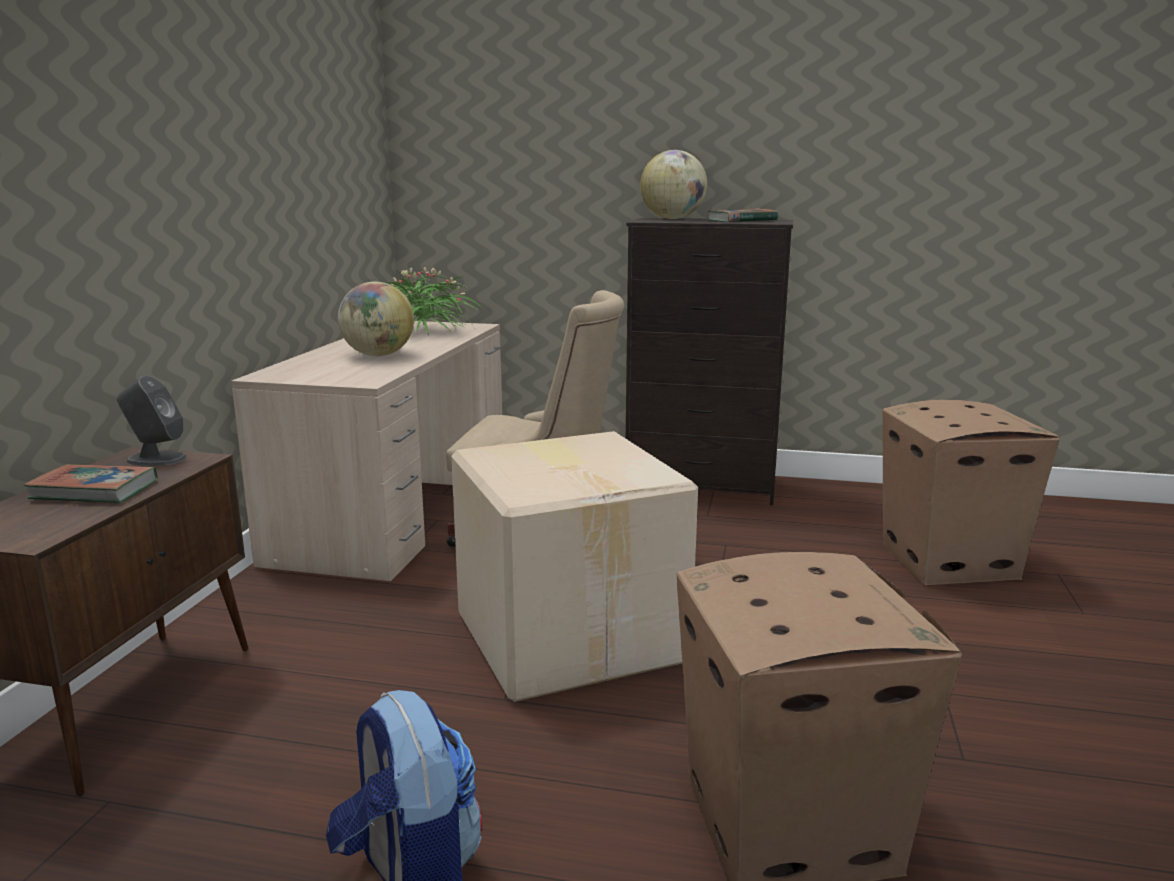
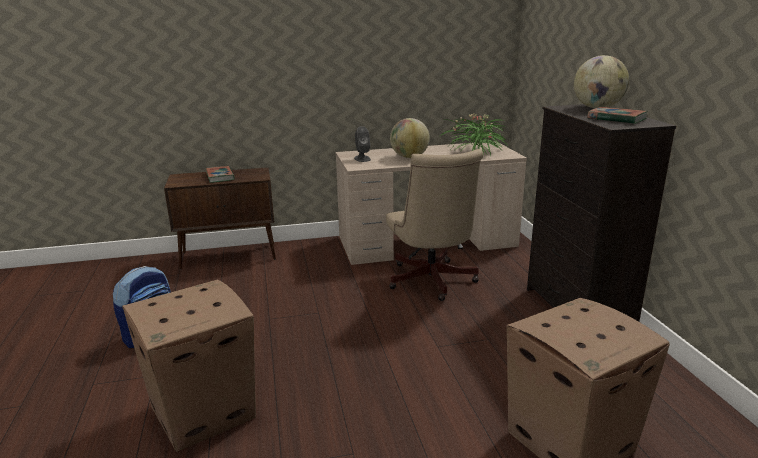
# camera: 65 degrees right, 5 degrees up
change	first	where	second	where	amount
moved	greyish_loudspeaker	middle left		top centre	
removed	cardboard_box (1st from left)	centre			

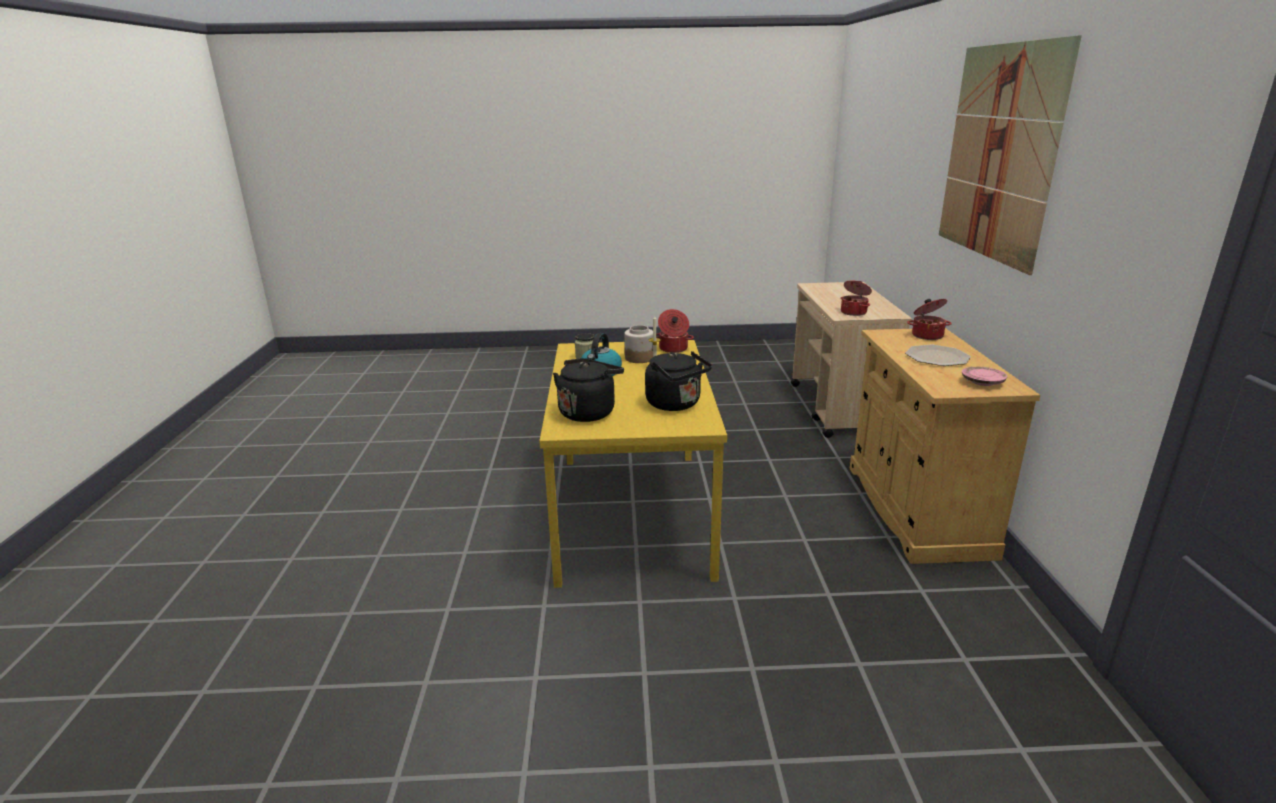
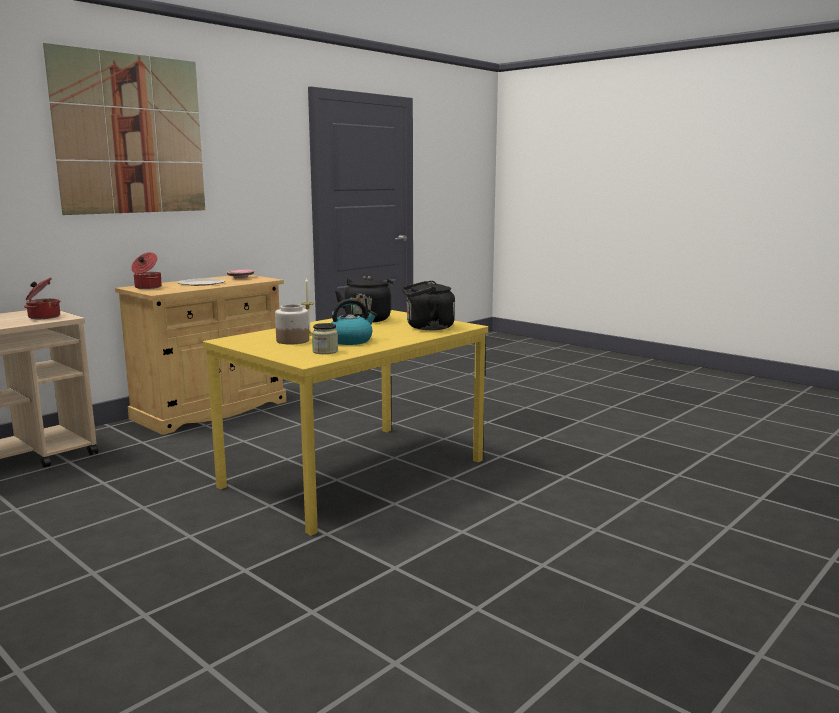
# camera: 135 degrees left, 10 degrees down
change	first	where	second	where	amount
removed	stockpot (1st from left)	centre			

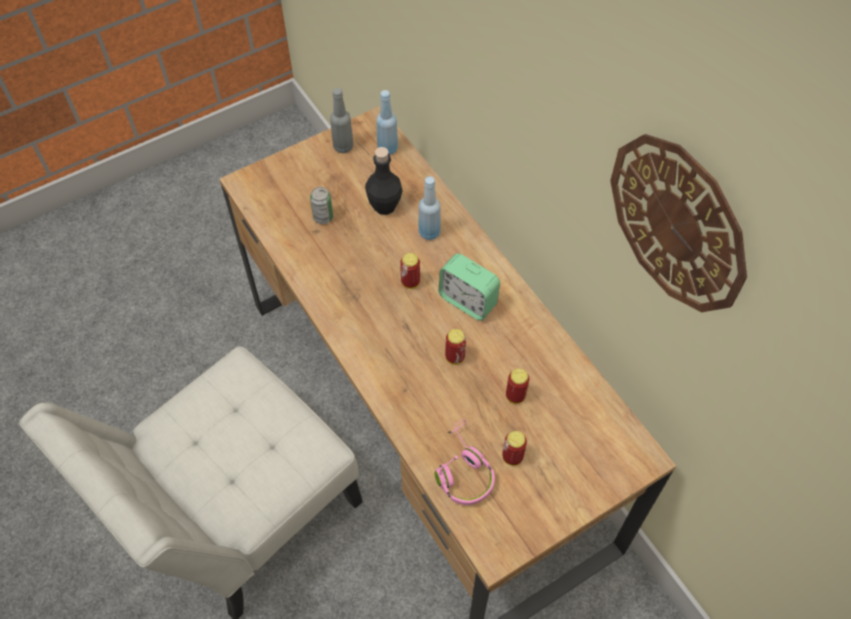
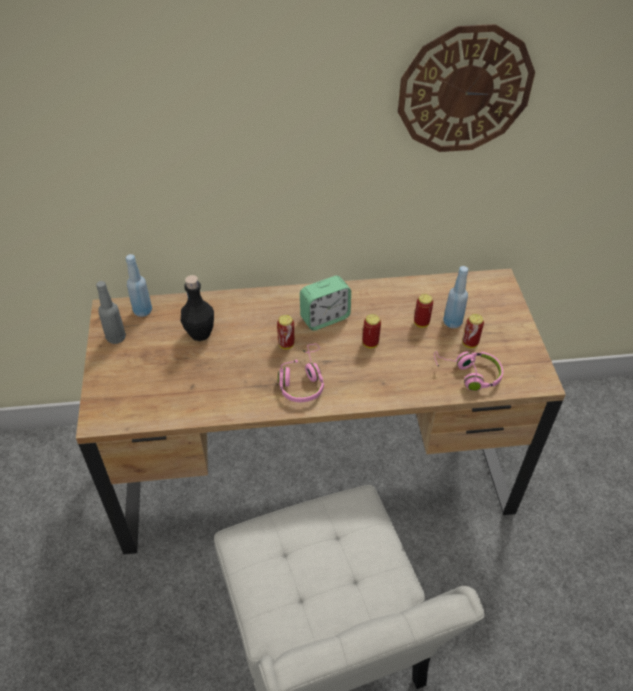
# camera: 65 degrees left, 10 degrees down
change	first	where	second	where	amount
added			pinkish_headset (1st from left)	centre	
moved	blue-coloured_beverage_bottle (2nd from left)	centre		middle right	
removed	can (1st from left)	top centre			

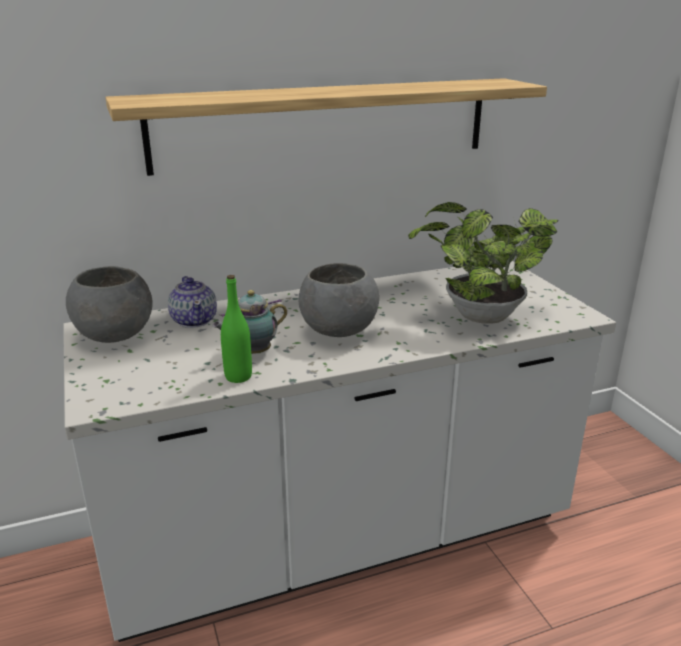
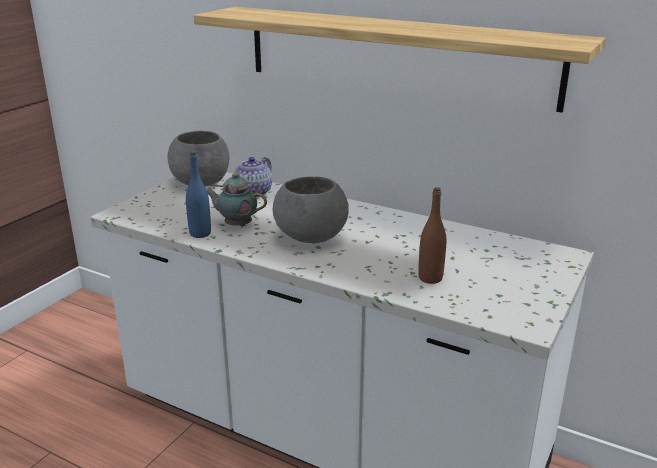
# camera: 50 degrees right, 0 degrees up
change	first	where	second	where	amount
recoloured	green-coloured_beverage_bottle	centre	blue-coloured_beverage_bottle	middle left	
replaced	potted_plant	middle right	brown-coloured_beverage_bottle	centre	

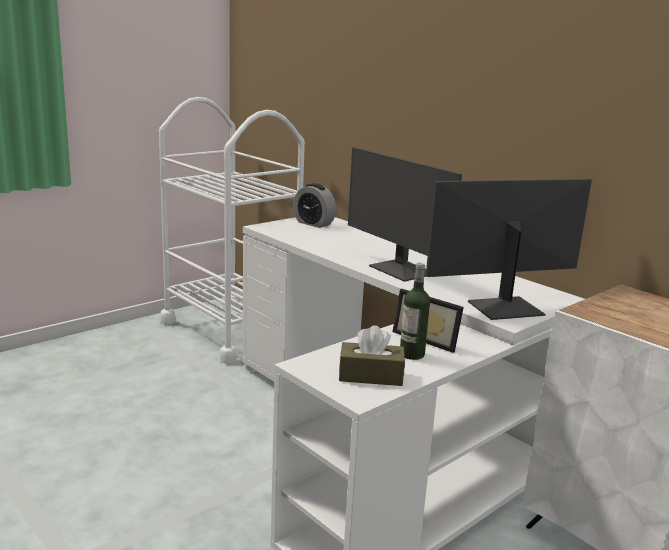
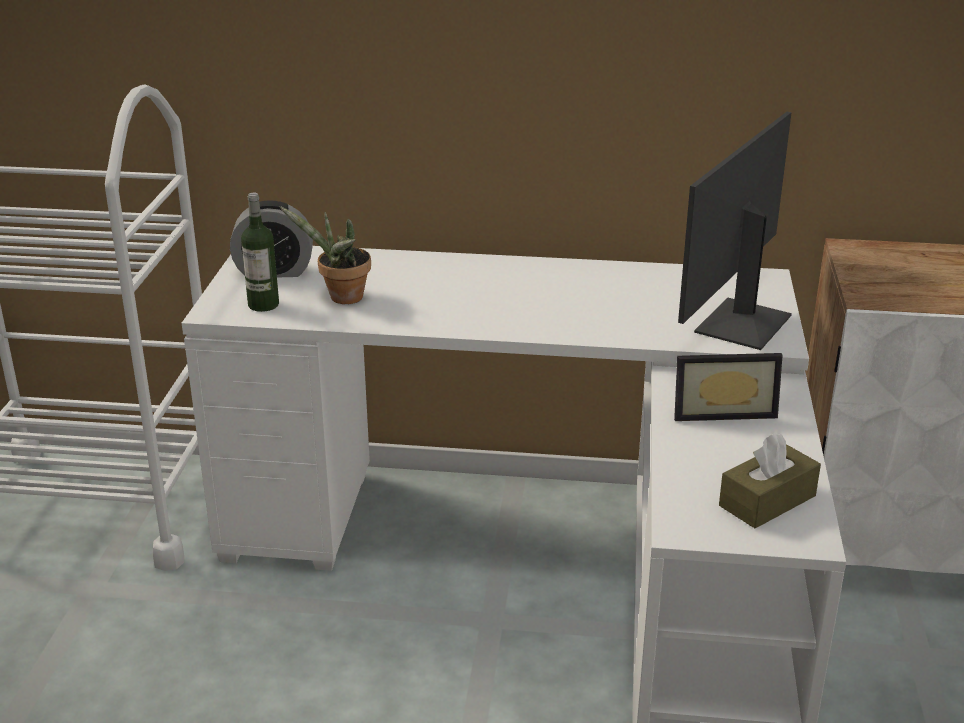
# camera: 40 degrees left, 10 degrees up
change	first	where	second	where	amount
moved	beverage_bottle	centre		middle left	
added			potted_plant	centre	
removed	monitor (1st from left)	centre			

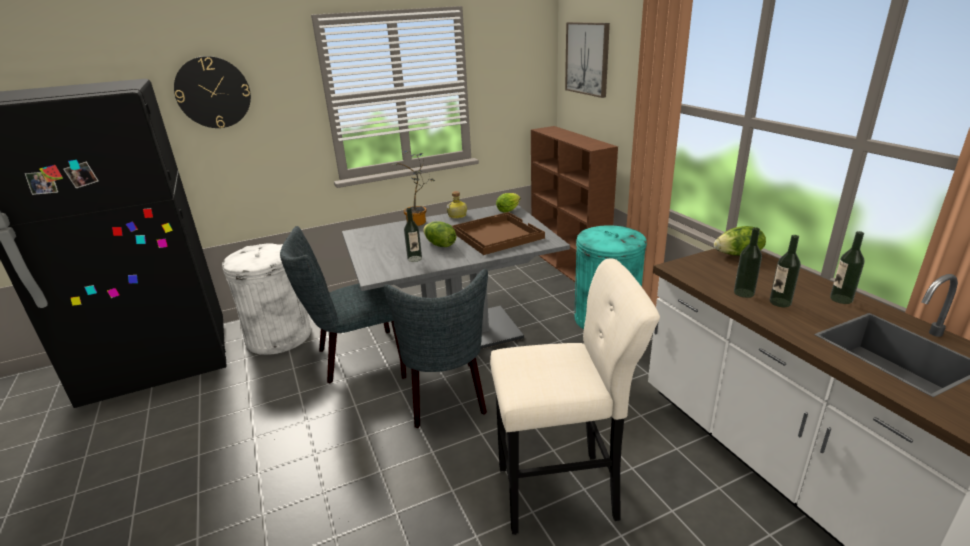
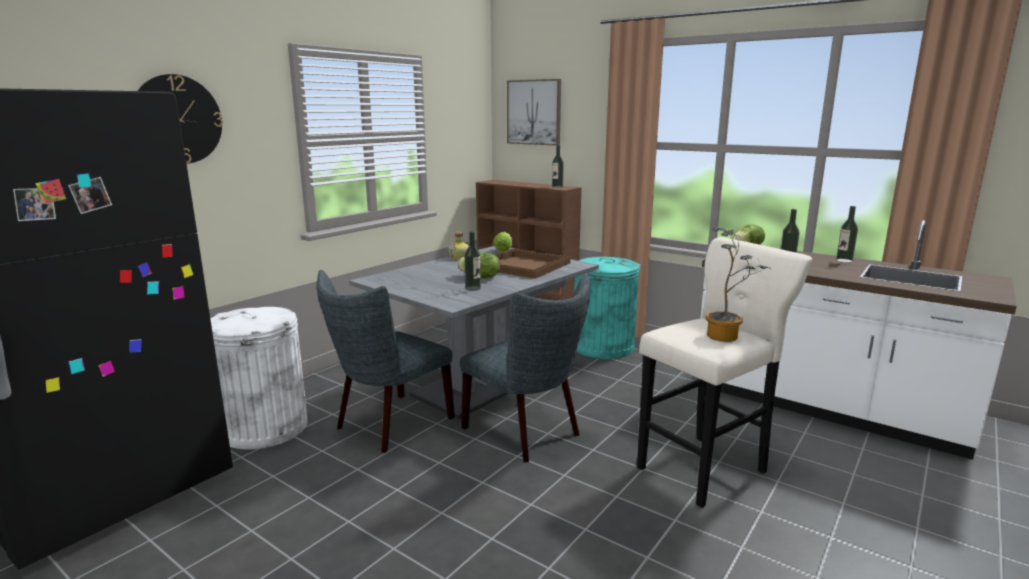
# camera: 30 degrees left, 10 degrees down
change	first	where	second	where	amount
moved	beverage_bottle (4th from left in the first image)	middle right	beverage_bottle (3rd from left)	top centre	
moved	potted_plant	centre		middle right	

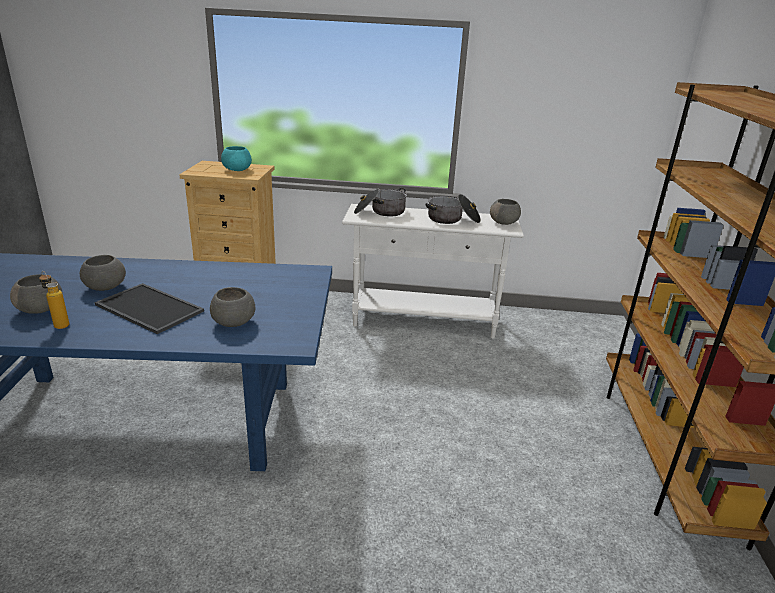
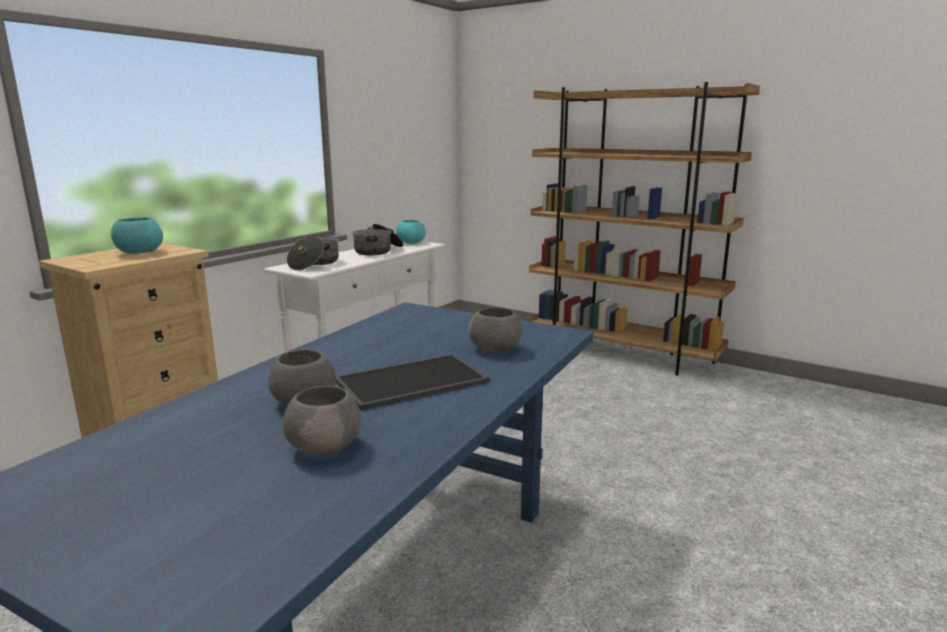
# camera: 60 degrees left, 10 degrees down
change	first	where	second	where	amount
recoloured	greyish_bowl (4th from left)	centre	turquoise_bowl (2nd from left)	centre	
removed	beverage_bottle	middle left			

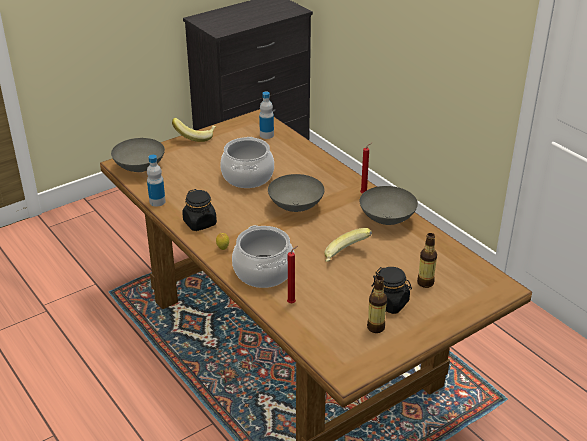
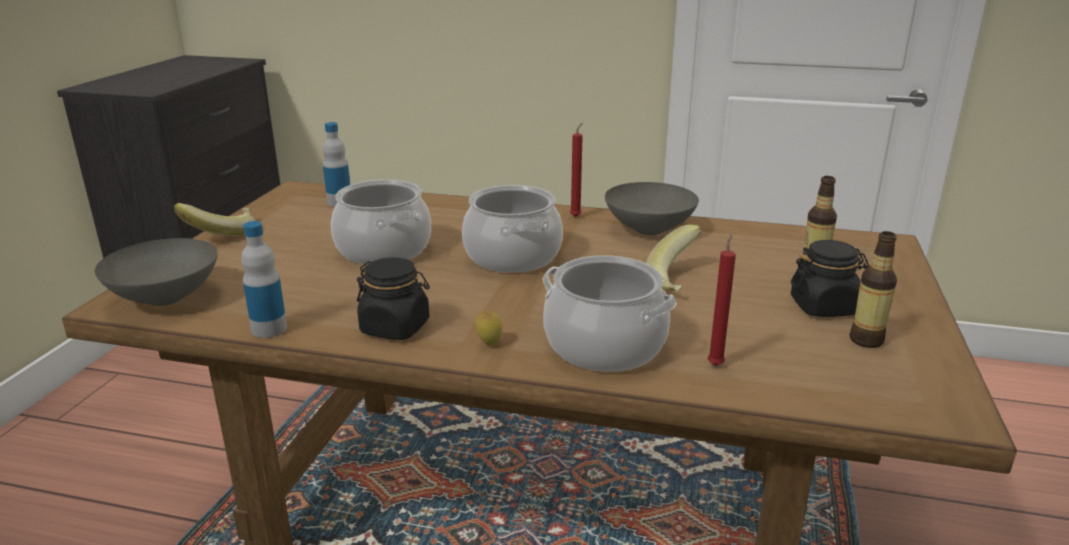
# camera: 40 degrees left, 10 degrees down
change	first	where	second	where	amount
replaced	greyish_bowl (2nd from left)	centre	stockpot (2nd from left)	centre	

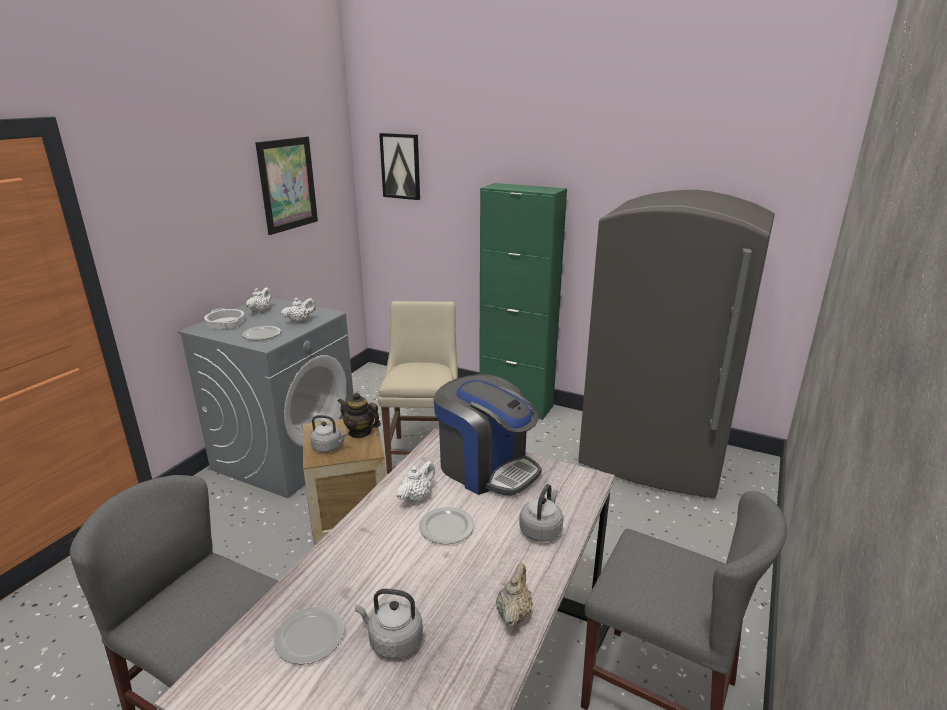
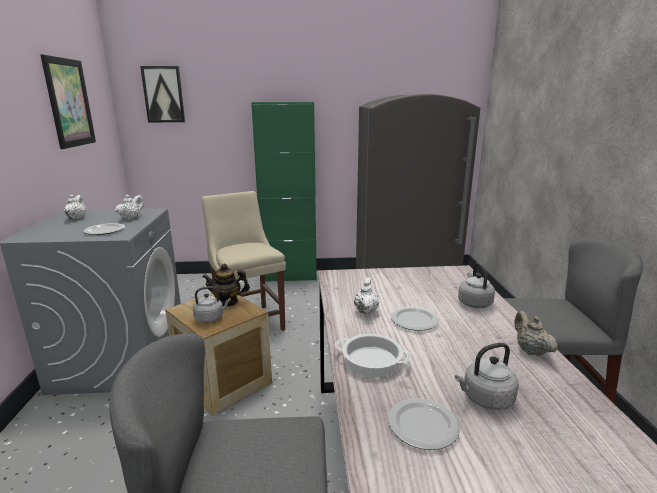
# camera: 30 degrees left, 5 degrees down
change	first	where	second	where	amount
moved	stockpot	middle left		bottom centre	
removed	coffee_machine	centre			

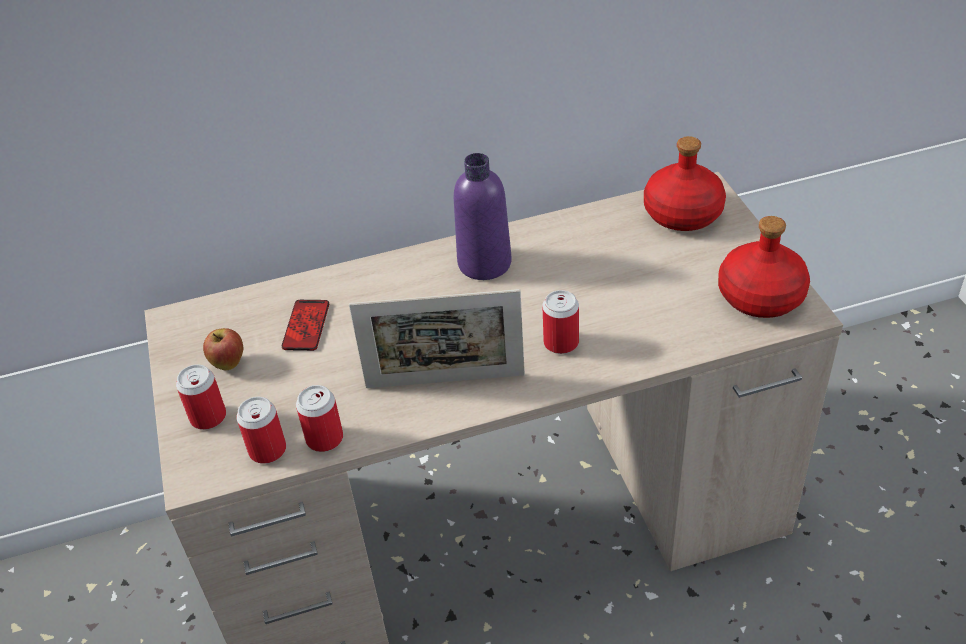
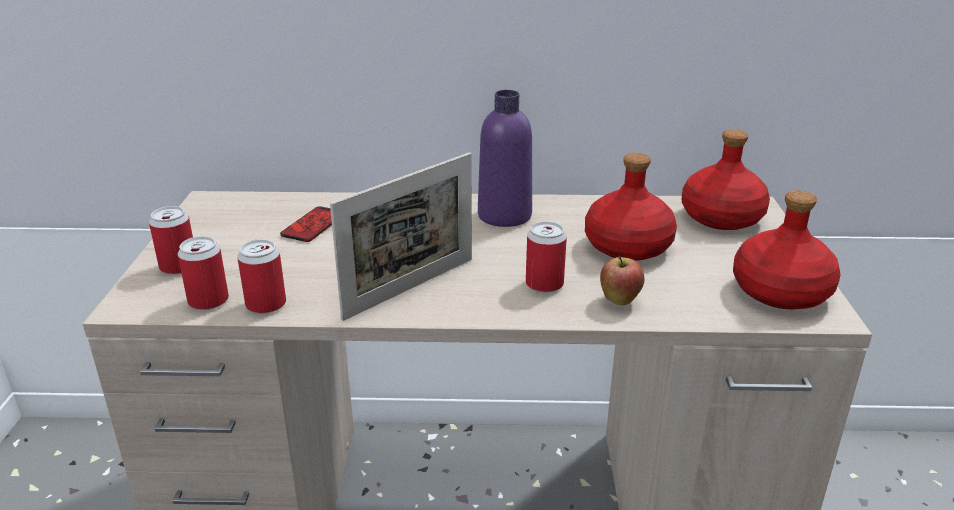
# camera: 15 degrees right, 15 degrees down
change	first	where	second	where	amount
turned	picture_frame	centre		centre	60 degrees counterclockwise
added			red-coloured_beverage_bottle (1st from left)	centre	
moved	apple_fruit	middle left		centre	

